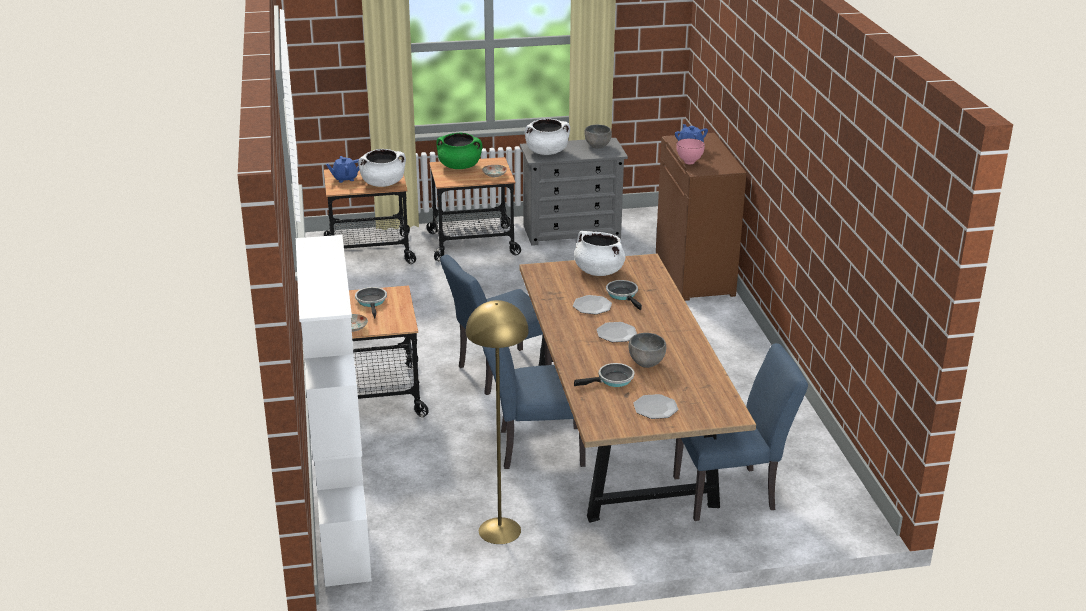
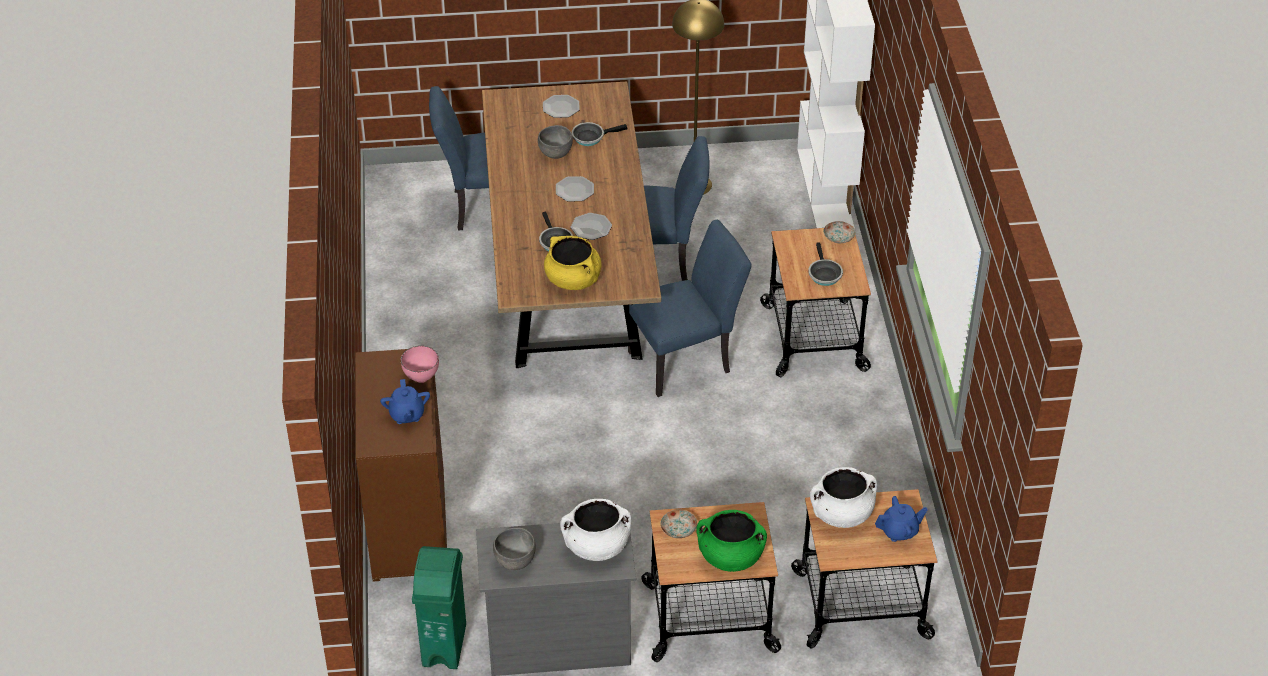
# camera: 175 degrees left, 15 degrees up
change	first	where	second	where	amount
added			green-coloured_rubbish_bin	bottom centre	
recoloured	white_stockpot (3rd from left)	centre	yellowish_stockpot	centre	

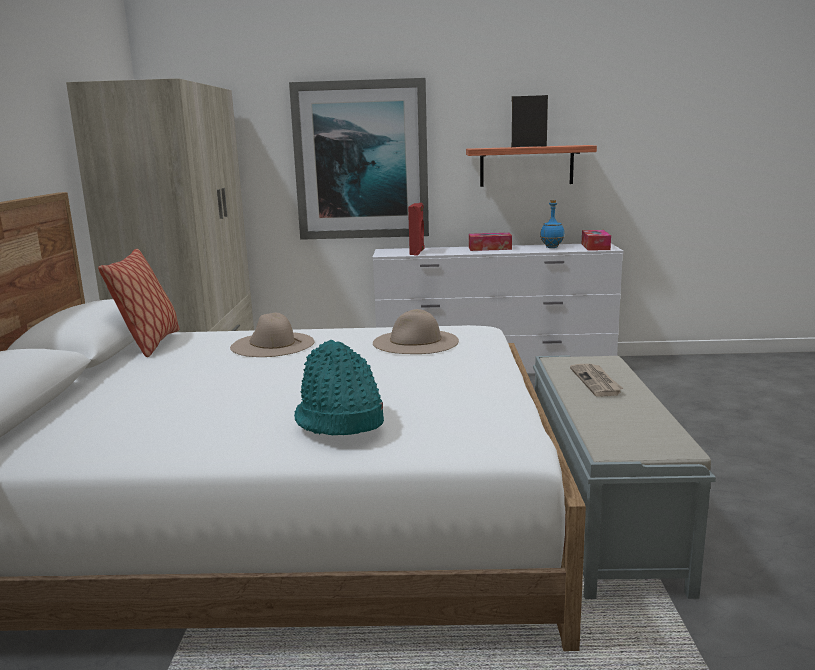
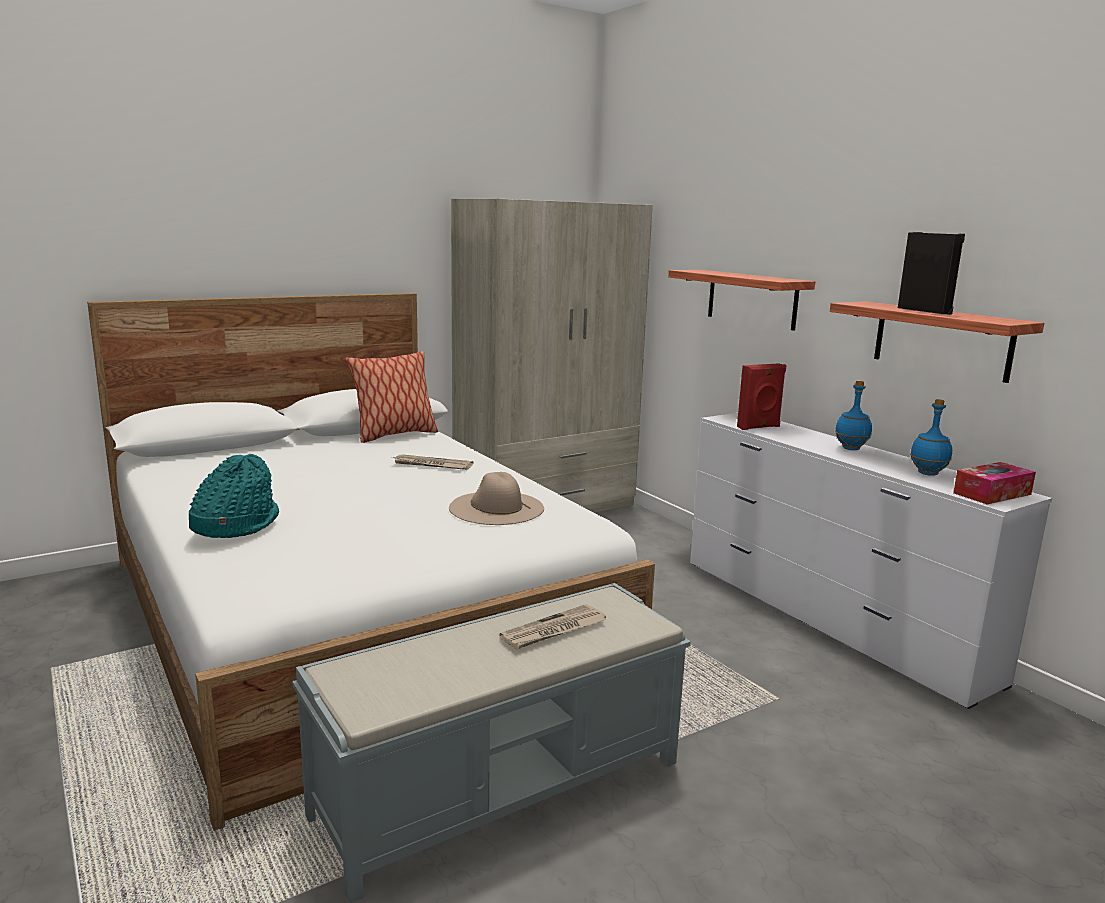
# camera: 55 degrees right, 0 degrees up
change	first	where	second	where	amount
replaced	sand-coloured_wearable_hat (1st from left)	centre	daily_paper (1st from left)	centre	
replaced	picture	top centre	shelf (1st from left)	top right	
replaced	tissue_holder (1st from left)	centre	blue-coloured_beverage_bottle (1st from left)	middle right	

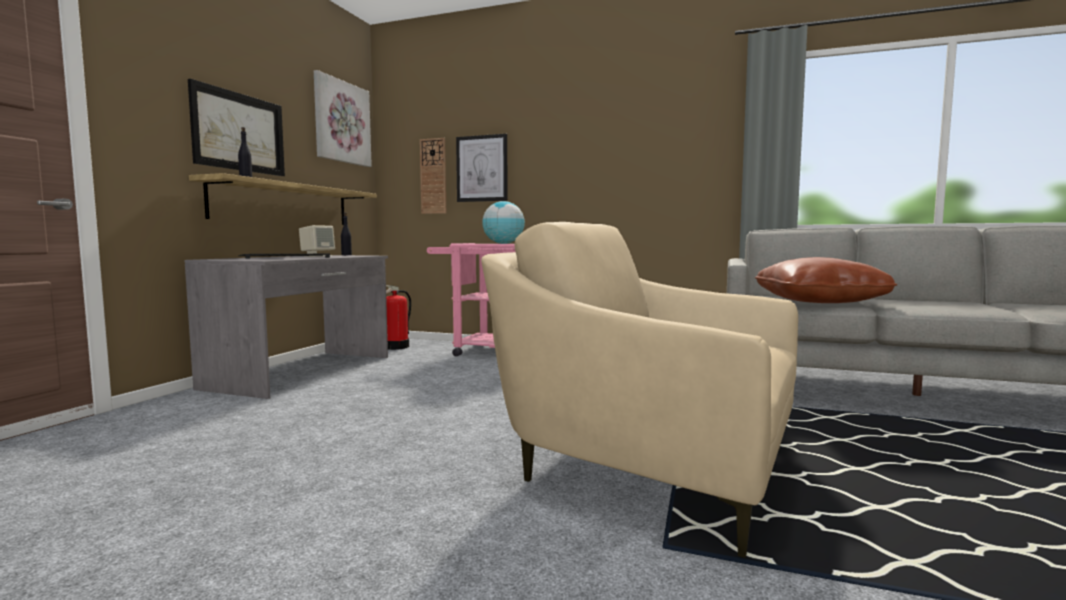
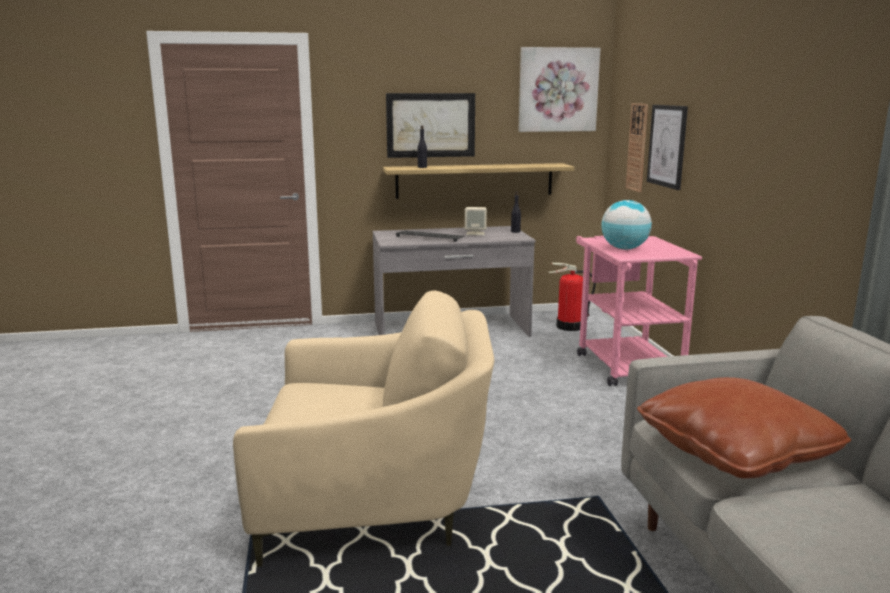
# camera: 60 degrees right, 10 degrees up
change	first	where	second	where	amount
turned	sand-coloured_armchair	centre		bottom centre	90 degrees clockwise

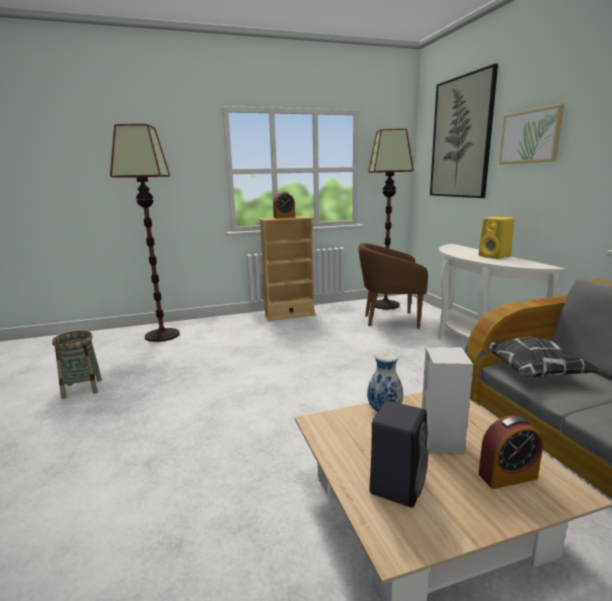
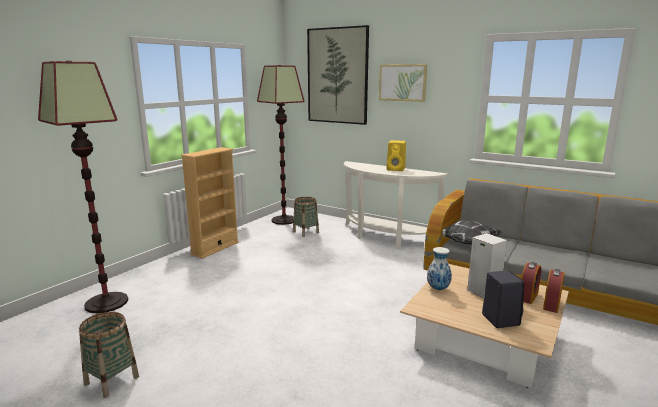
# camera: 40 degrees left, 0 degrees up
change	first	where	second	where	amount
replaced	brown-coloured_armchair	centre	household_basket (2nd from left)	centre	
moved	bedside_clock (1st from left in the first image)	centre	bedside_clock (2nd from left)	bottom right	

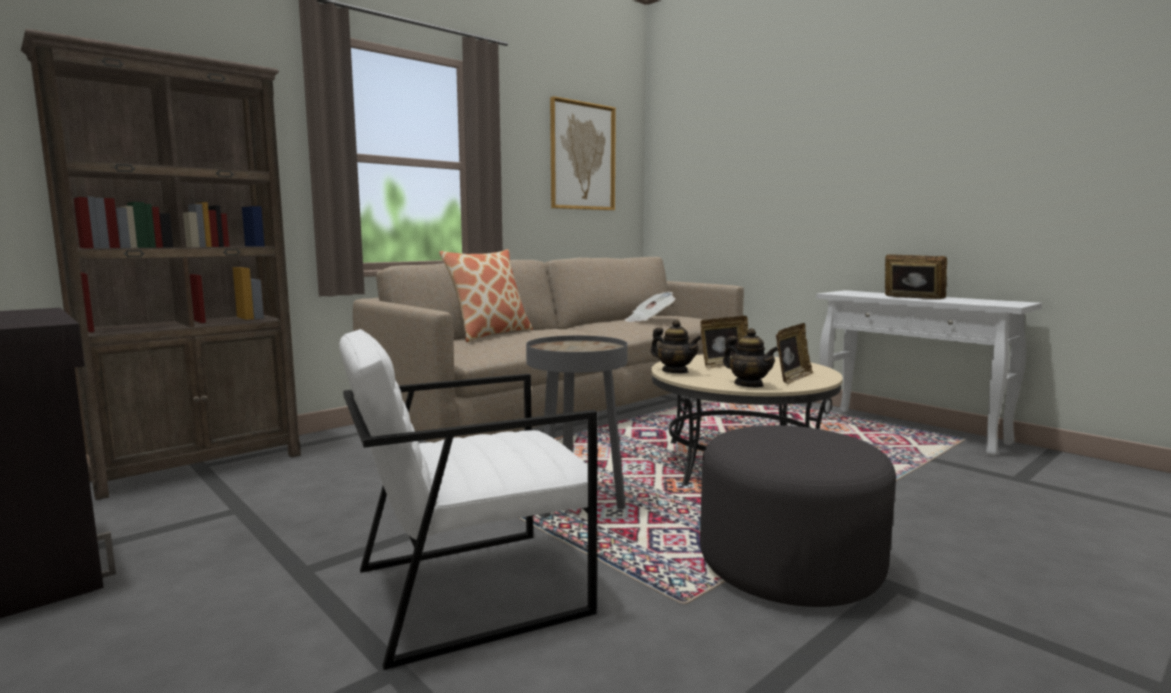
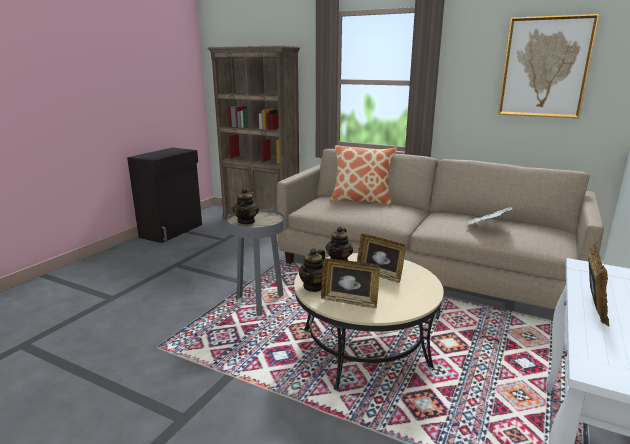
# camera: 70 degrees right, 10 degrees up
change	first	where	second	where	amount
added			teapot (1st from left)	centre	
removed	white_armchair	bottom centre			
removed	greyish_pouffe	bottom right			

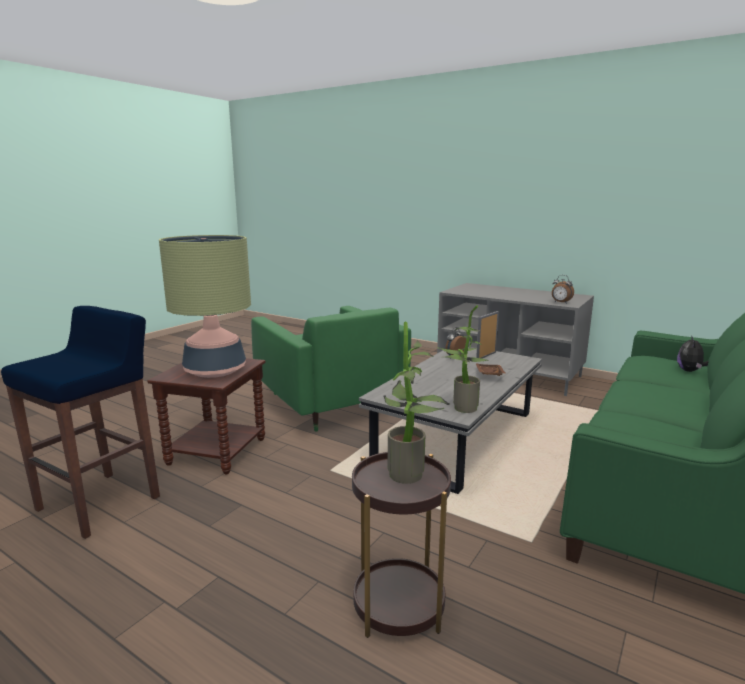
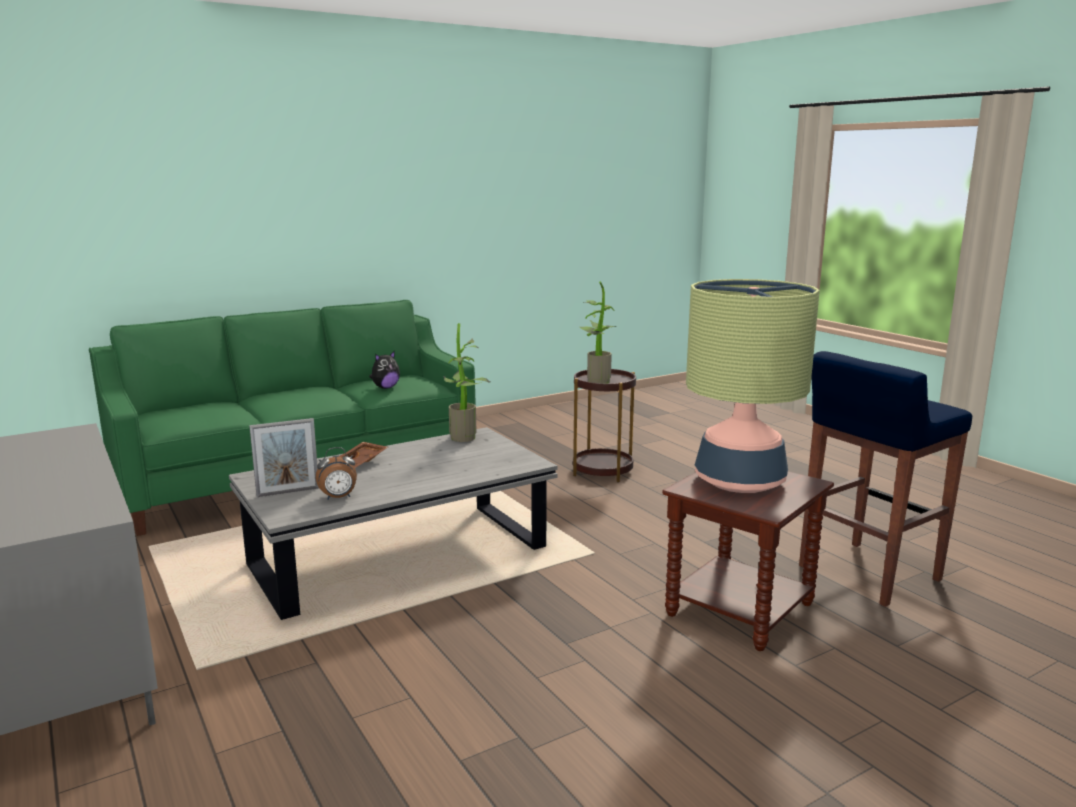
# camera: 155 degrees left, 0 degrees up
change	first	where	second	where	amount
moved	plush_toy	middle right		centre	
removed	green-coloured_armchair	centre			
removed	bedside_clock (2nd from left)	middle right			

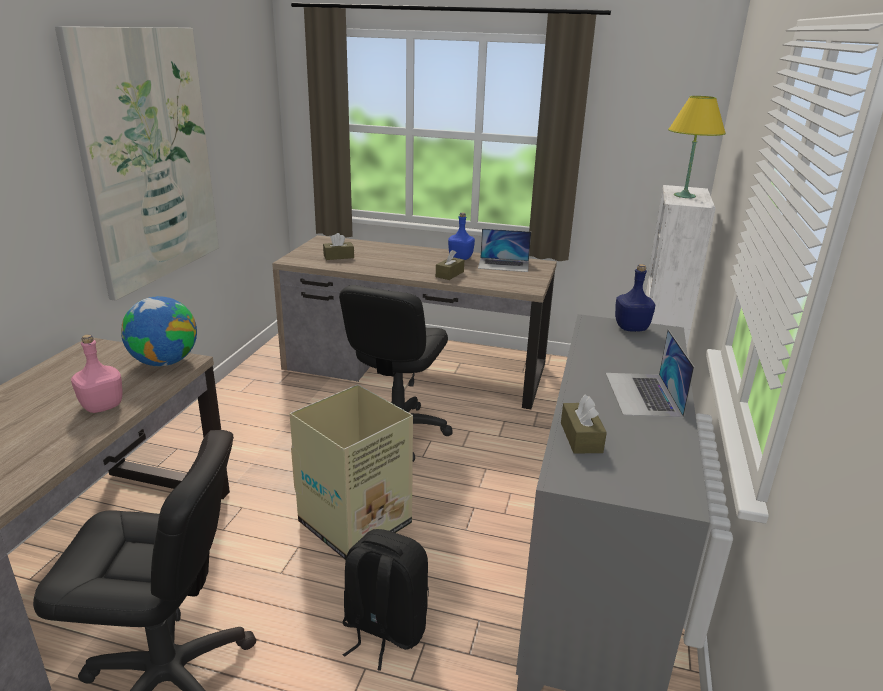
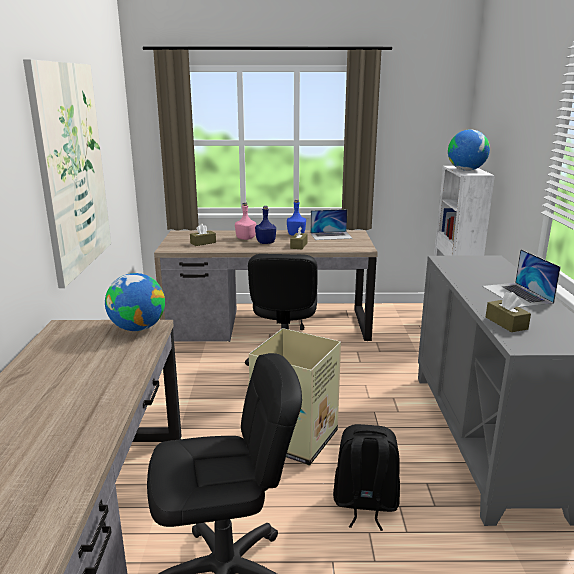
# camera: 15 degrees left, 5 degrees down
change	first	where	second	where	amount
moved	pinkish_beverage_bottle	middle left		centre	
moved	blue-coloured_beverage_bottle (2nd from left in the first image)	middle right	blue-coloured_beverage_bottle (1st from left)	centre	
replaced	yellowish_lamp_for_a_table	top right	world_globe (2nd from left)	top right	

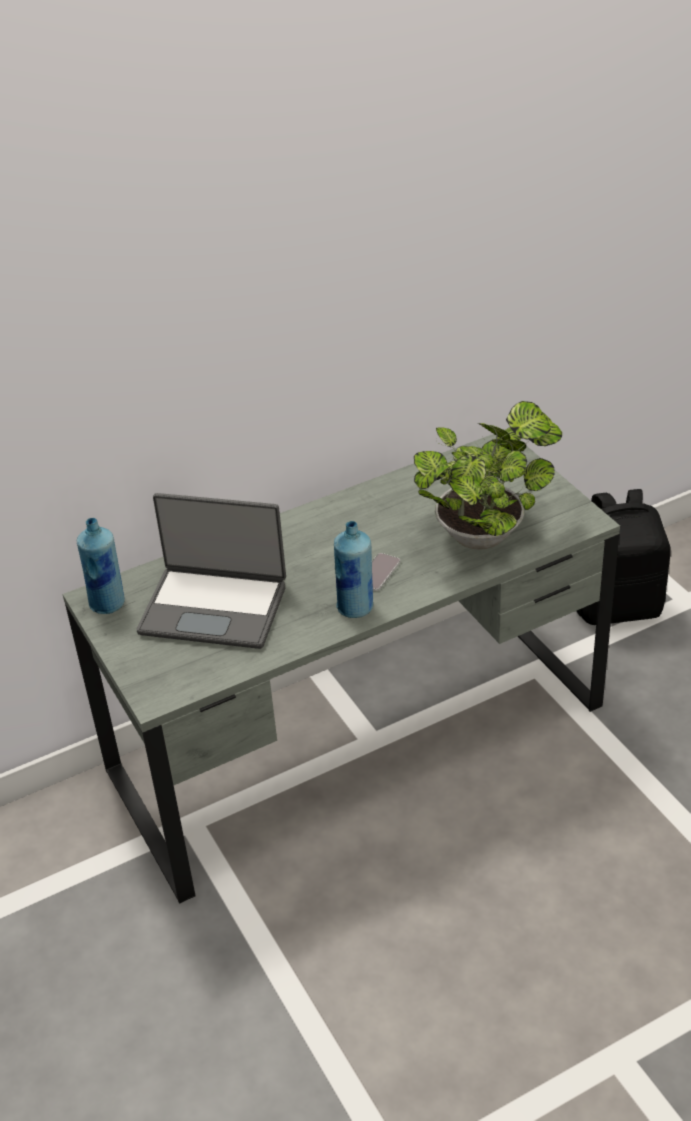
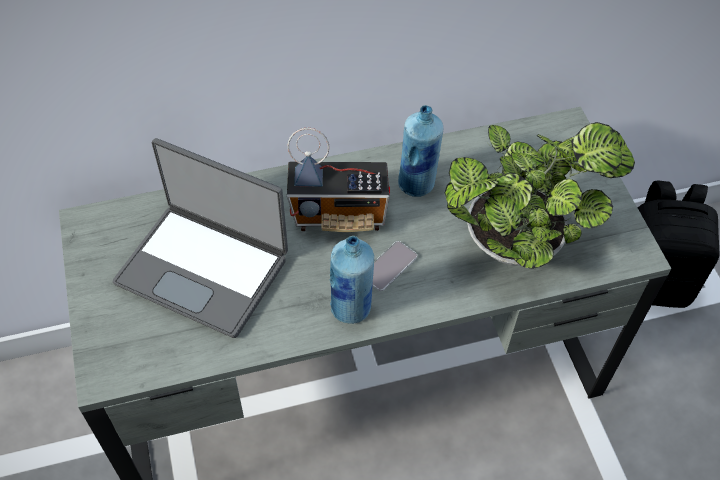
# camera: 10 degrees right, 15 degrees up
change	first	where	second	where	amount
added			radio_receiver	centre	
moved	blue-coloured_beverage_bottle (1st from left in the first image)	middle left	blue-coloured_beverage_bottle (2nd from left)	top centre	

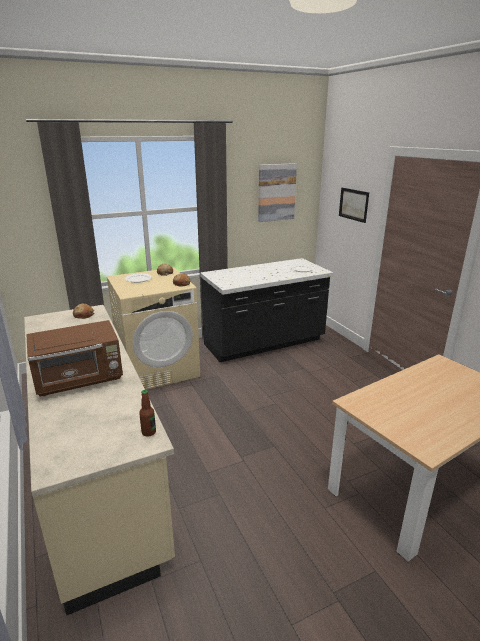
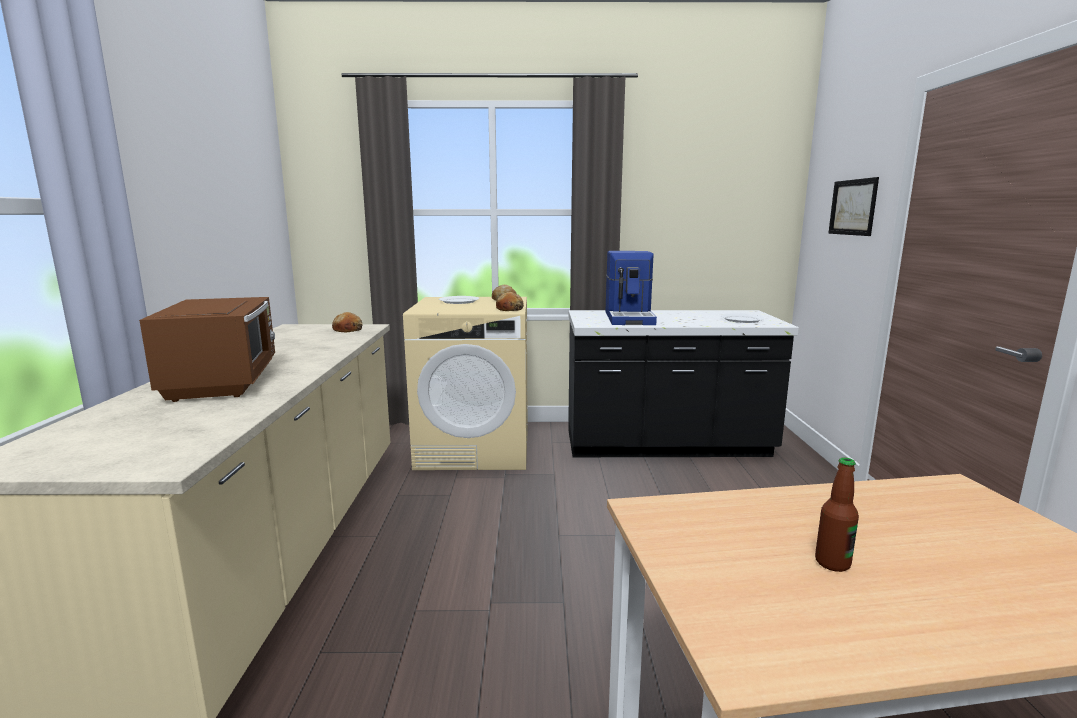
# camera: 25 degrees right, 10 degrees down
change	first	where	second	where	amount
turned	brown-coloured_kitchen_microwave	middle left		middle left	105 degrees counterclockwise
added			coffee_machine	centre	
moved	beverage_bottle	middle left		bottom right	
removed	picture (1st from left)	top centre			

